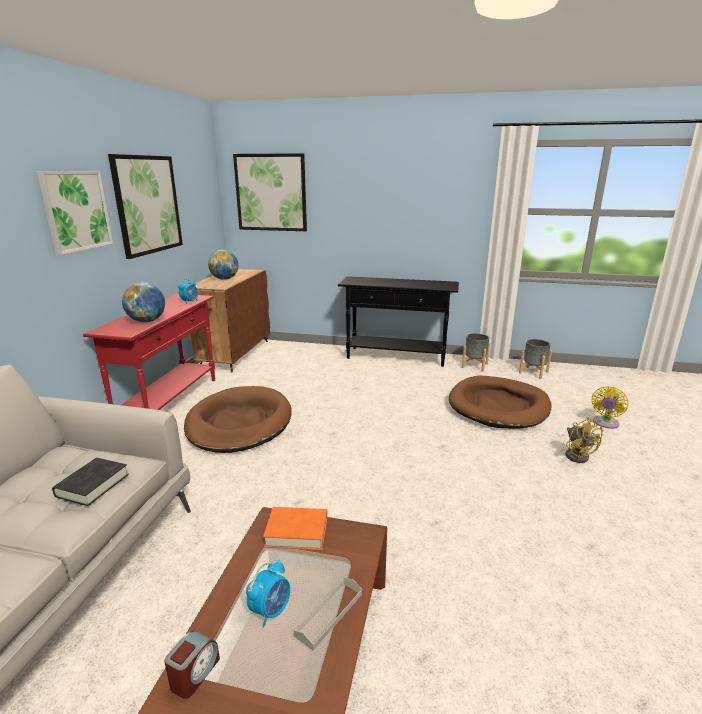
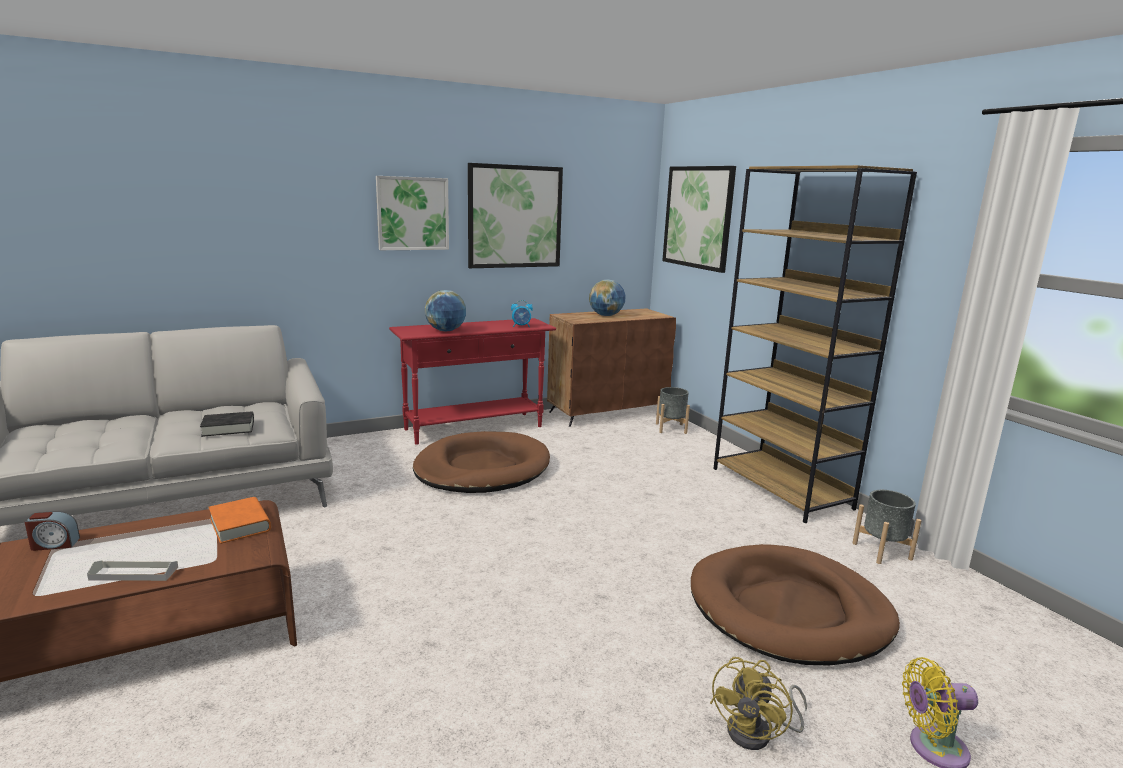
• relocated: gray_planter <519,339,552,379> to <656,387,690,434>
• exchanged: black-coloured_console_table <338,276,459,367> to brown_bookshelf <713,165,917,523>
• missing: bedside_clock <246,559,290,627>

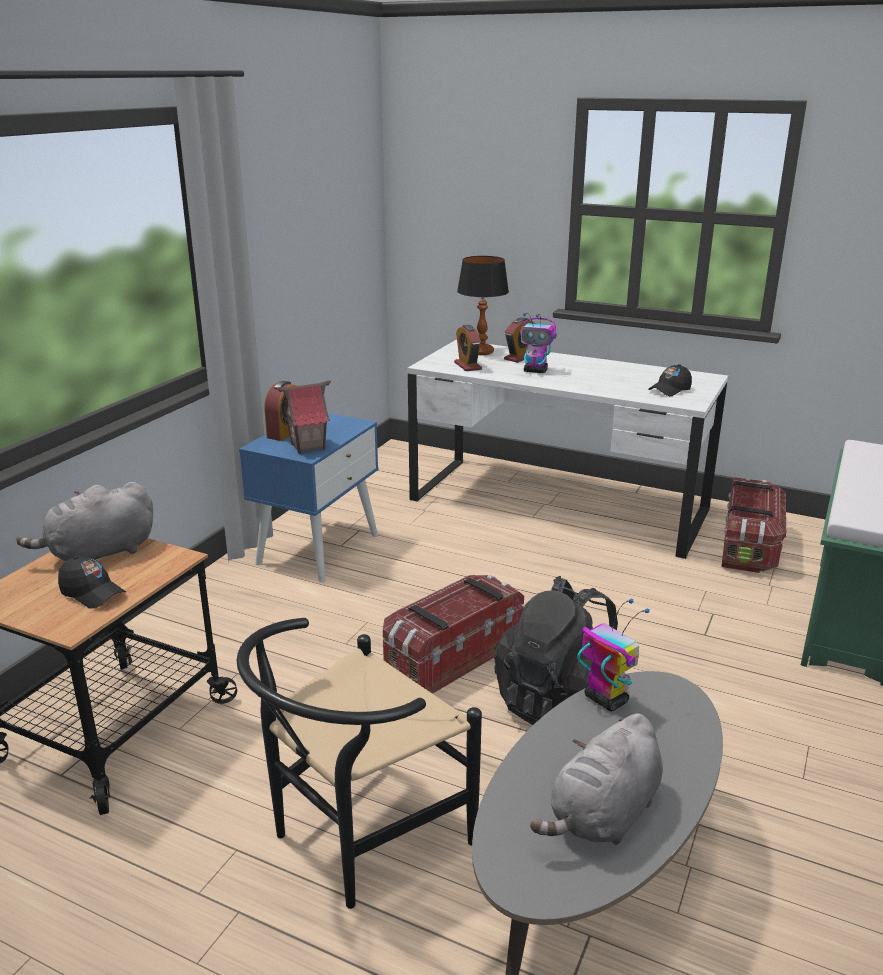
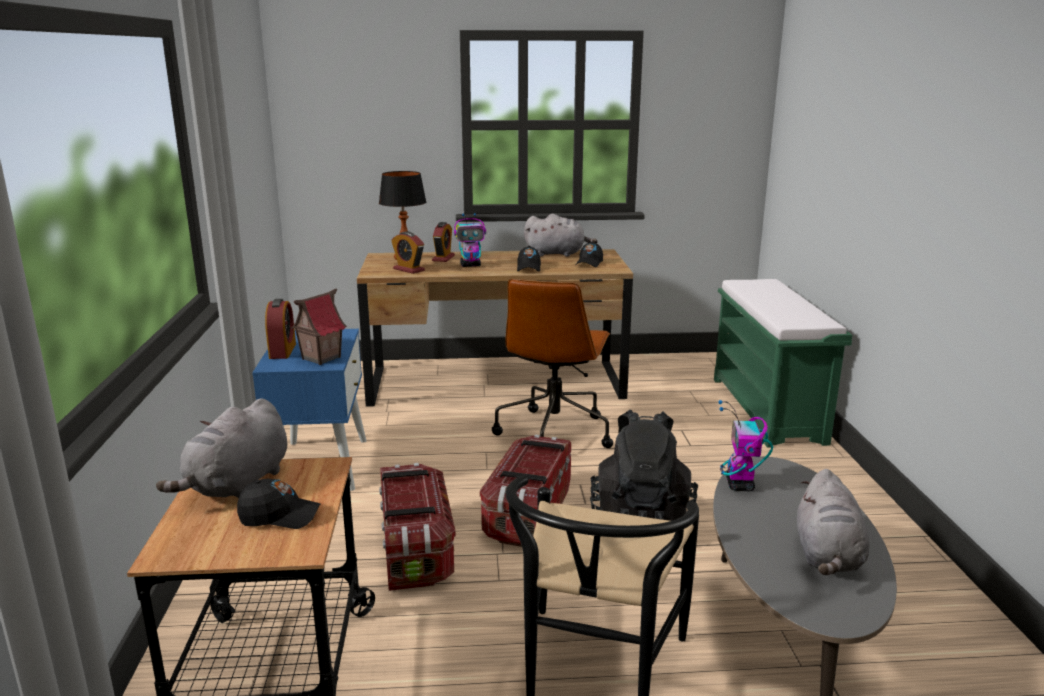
• colour: white-coloured_desk <407,340,728,559> to brown_desk <357,249,633,407>
• relocated: storage_container <721,477,786,573> to <379,463,455,591>
• appeared: brown_office_chair <492,279,613,448>
• appeared: black-coloured_baseball_cap <517,246,541,272>
• appeared: gray_soft_toy <524,214,598,257>
• spun: robot_figure <577,598,650,711> = <718,400,773,491> 105 degrees counterclockwise

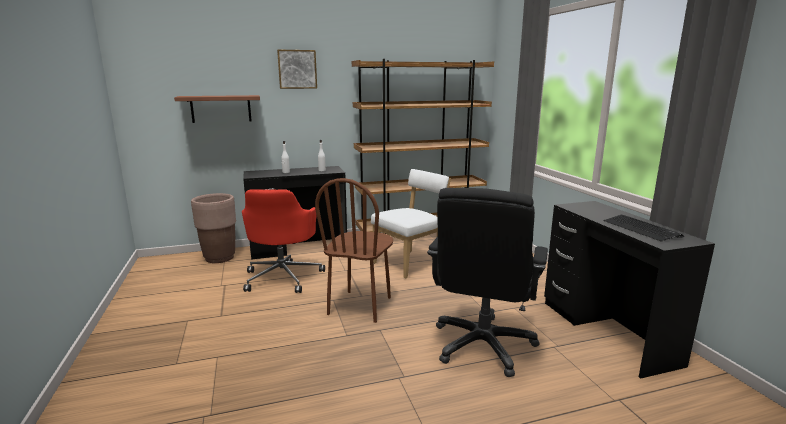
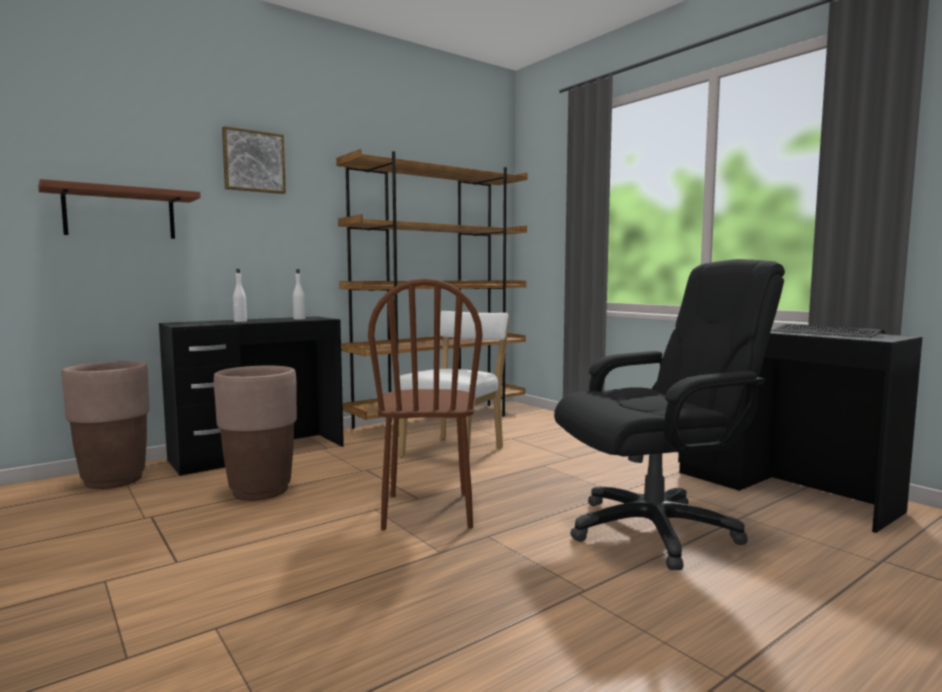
• exchanged: red-coloured_office_chair <242,189,325,293> to brown_planter <214,366,297,501>
• spun: black-coloured_office_chair <427,188,548,377> = <554,259,785,570> 105 degrees counterclockwise

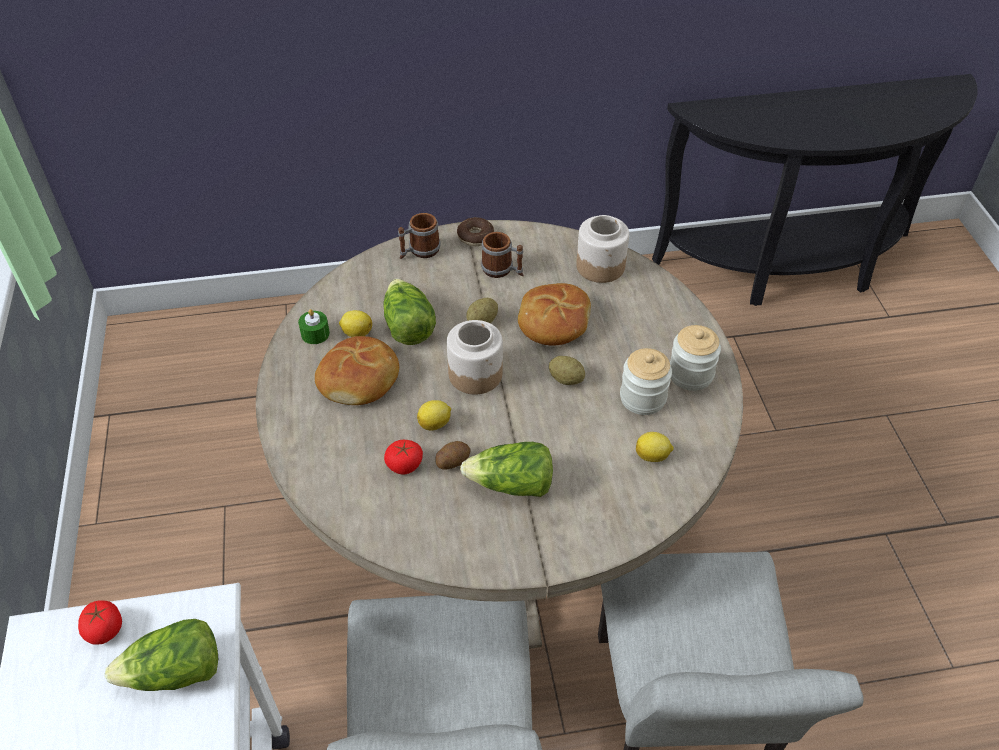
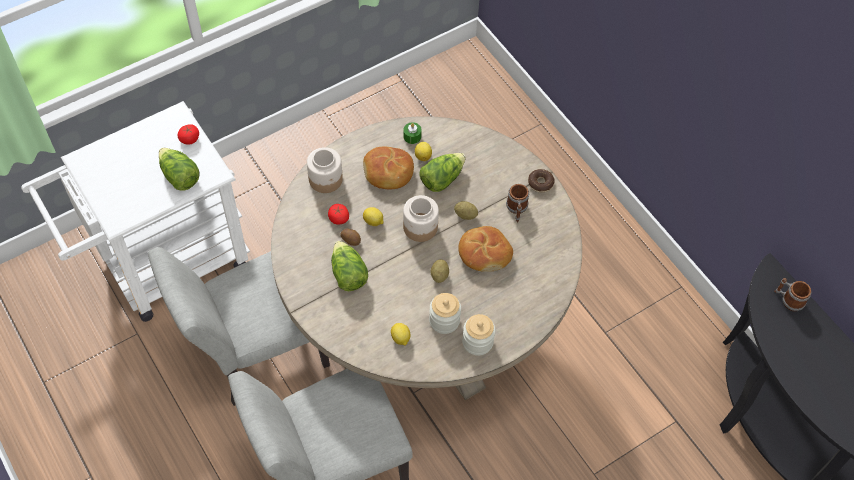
• relocated: storage_jar <576,215,629,283> to <307,147,343,193>
• relocated: tea_mug <398,213,441,259> to <774,278,811,311>

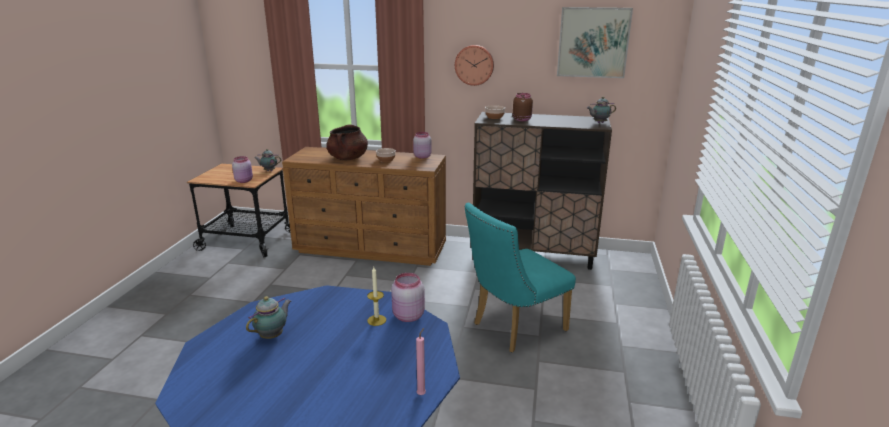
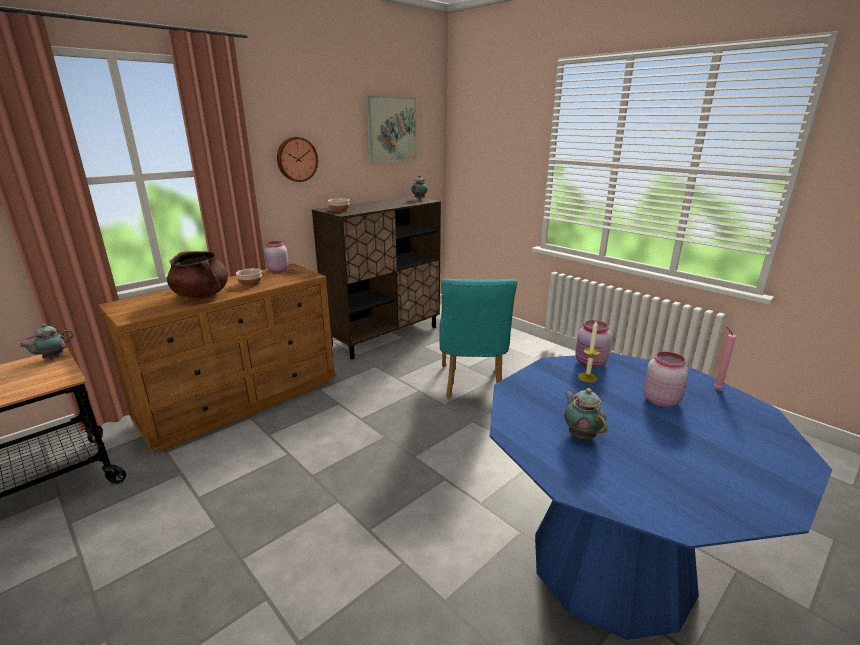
• relocated: pink-coloured_storage_jar <232,156,253,183> to <643,352,688,407>
• missing: brown_storage_jar <513,93,533,121>

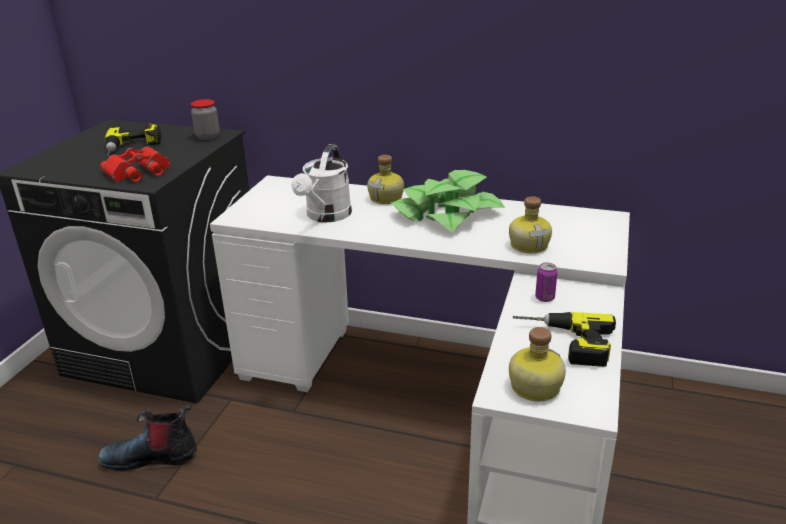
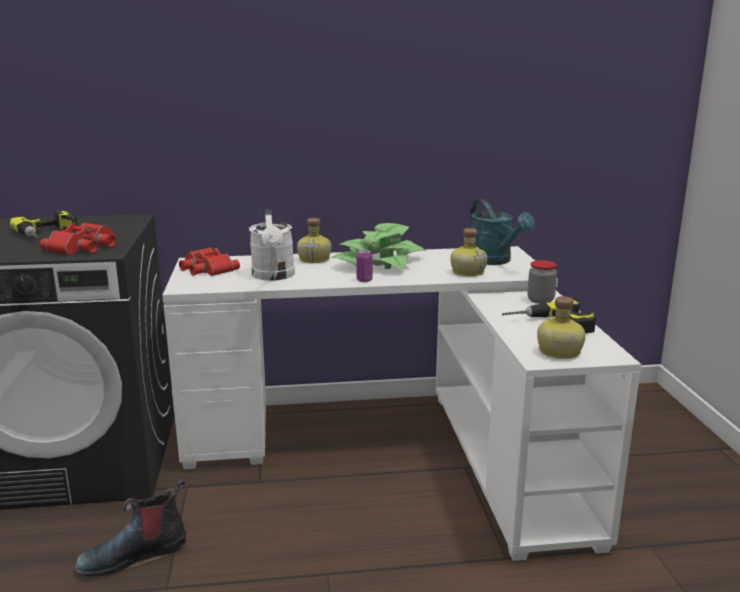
• appeared: red-coloured_pair_of_binoculars <179,248,240,276>
• relocated: can <535,262,558,302> to <356,250,373,282>
• appeared: turquoise-coloured_sprinkling_can <470,199,535,265>
• relocated: storage_jar <191,99,220,140> to <528,260,557,304>

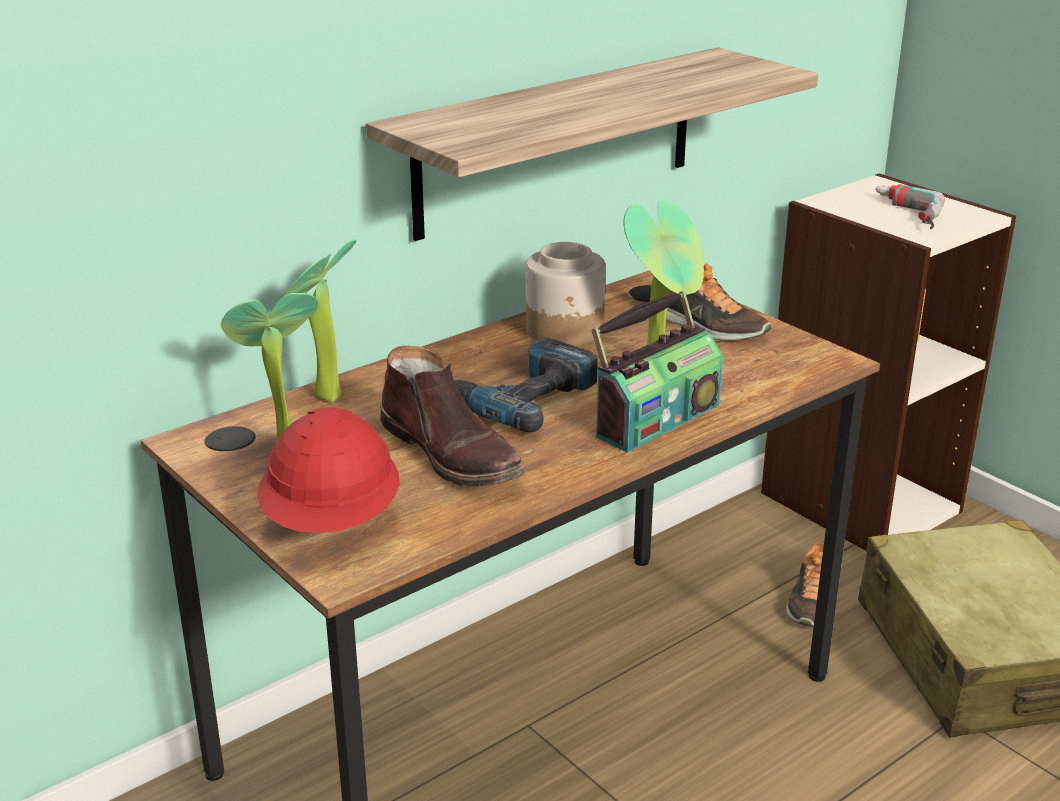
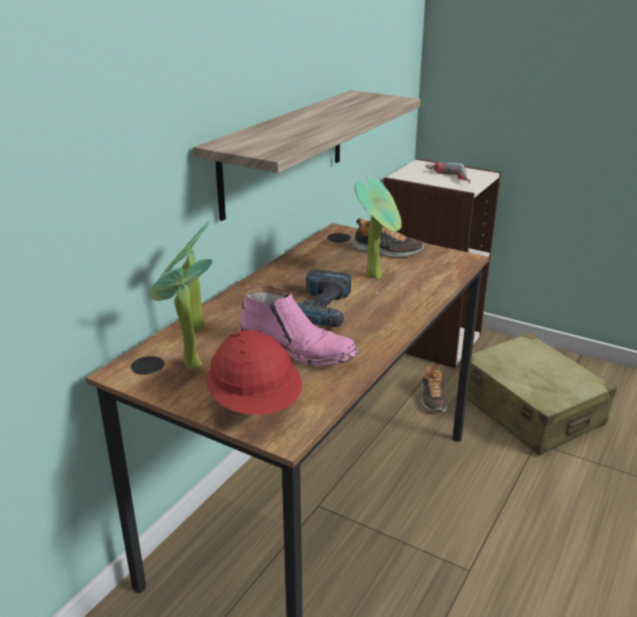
• colour: brown_high-top_boot <380,346,525,487> to pink-coloured_high-top_boot <239,285,359,366>
• missing: storage_jar <526,242,606,346>
• missing: radio_receiver <592,291,723,453>

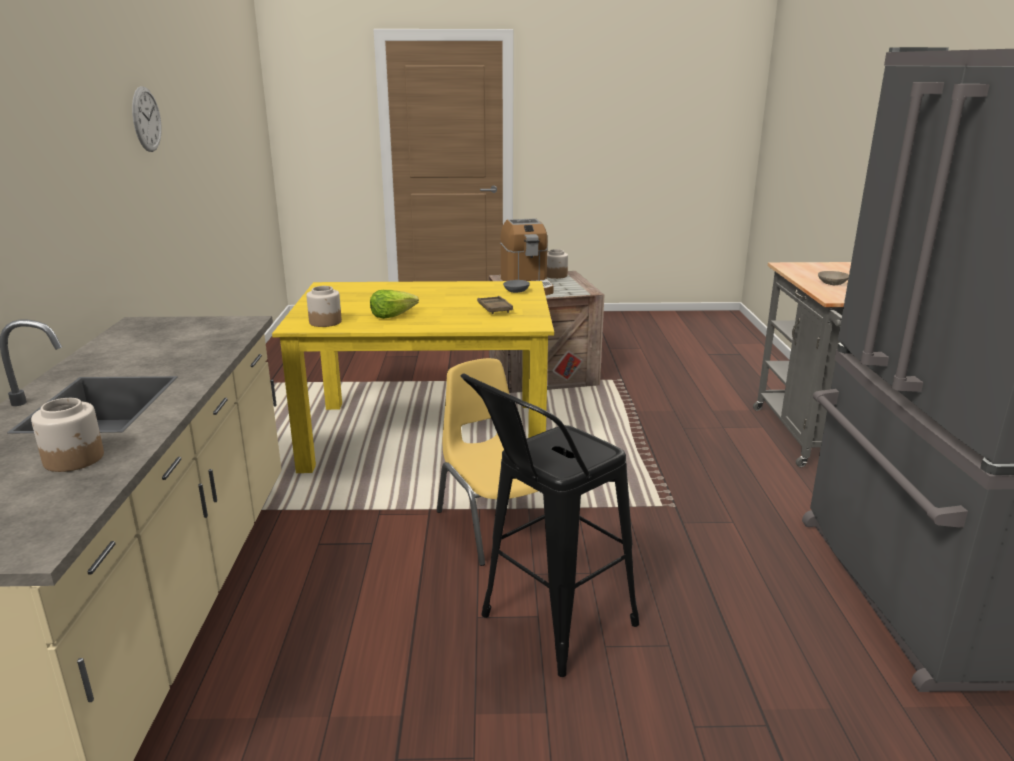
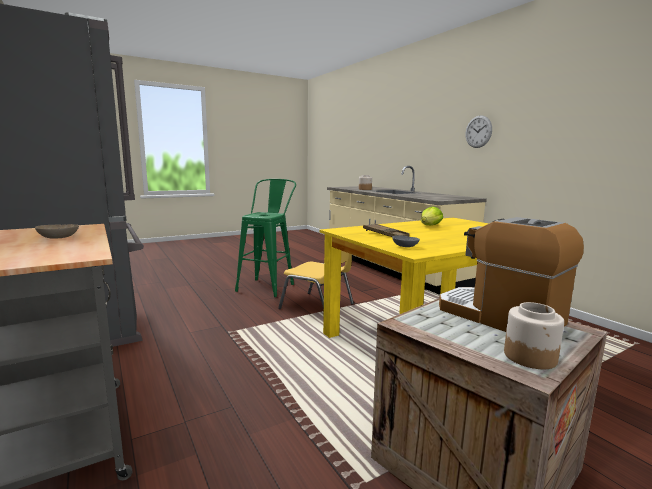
• colour: black-coloured_stool <461,373,639,677> to green_stool <235,179,296,297>
• relocated: hanging_clock <132,86,162,152> to <466,116,492,148>
• missing: storage_jar <306,286,342,327>

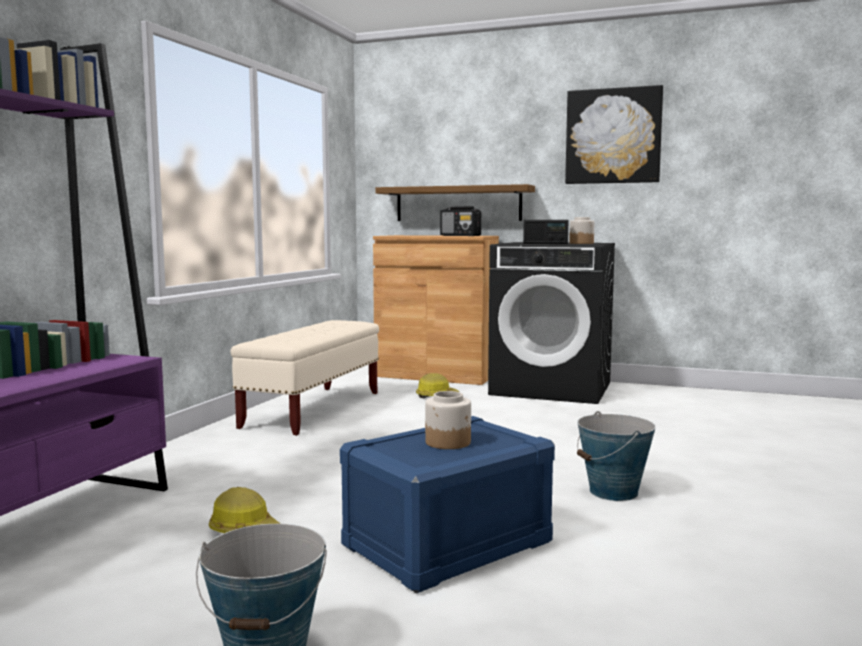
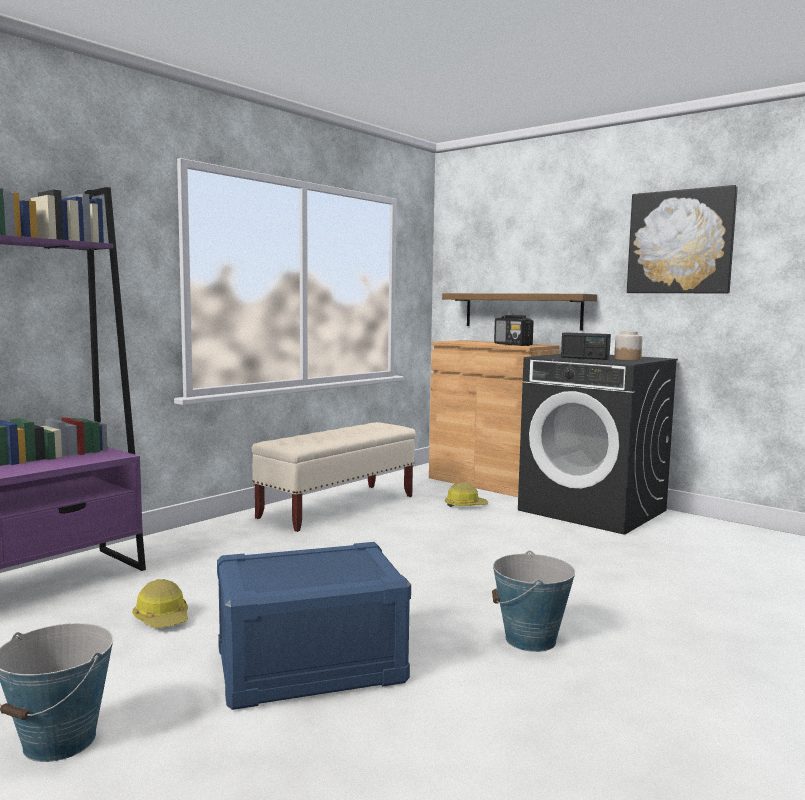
• missing: storage_jar <425,391,471,449>

